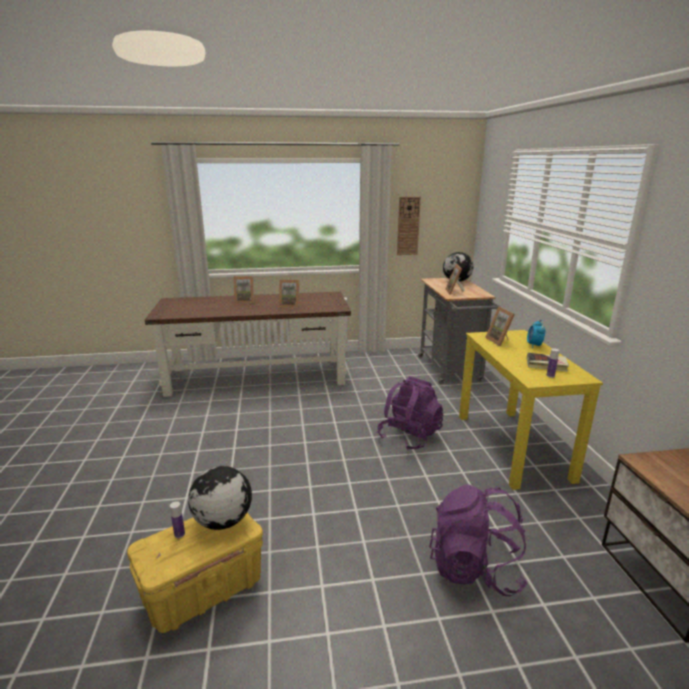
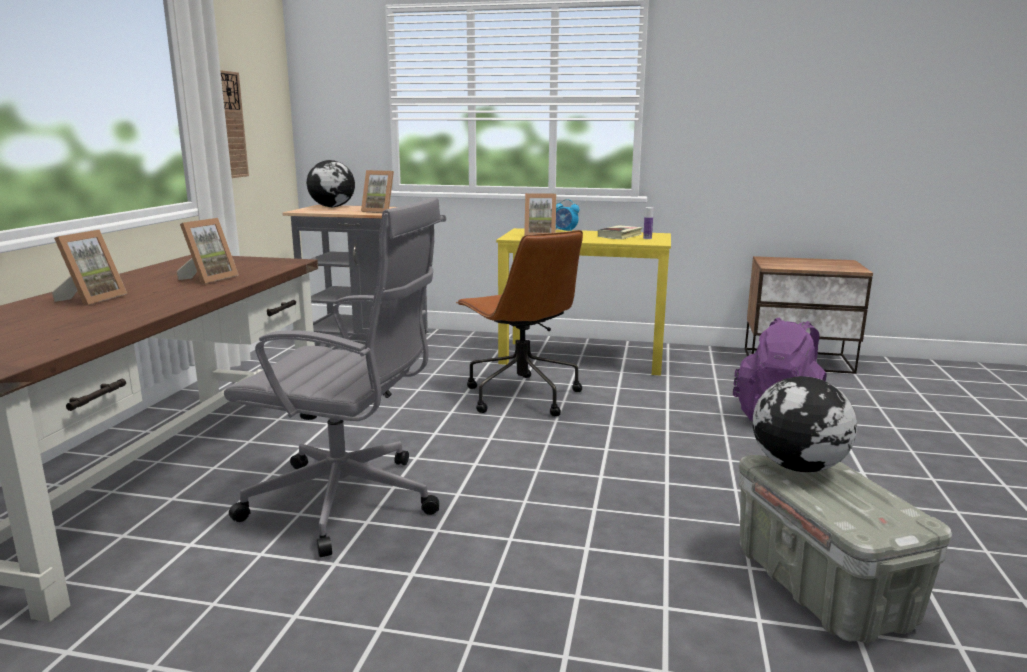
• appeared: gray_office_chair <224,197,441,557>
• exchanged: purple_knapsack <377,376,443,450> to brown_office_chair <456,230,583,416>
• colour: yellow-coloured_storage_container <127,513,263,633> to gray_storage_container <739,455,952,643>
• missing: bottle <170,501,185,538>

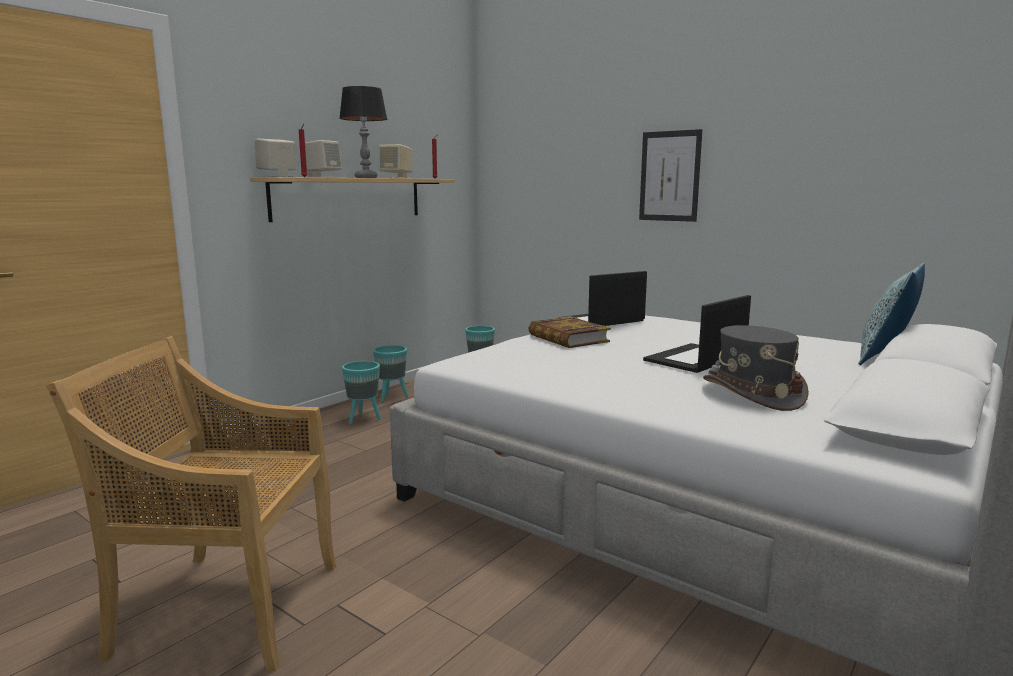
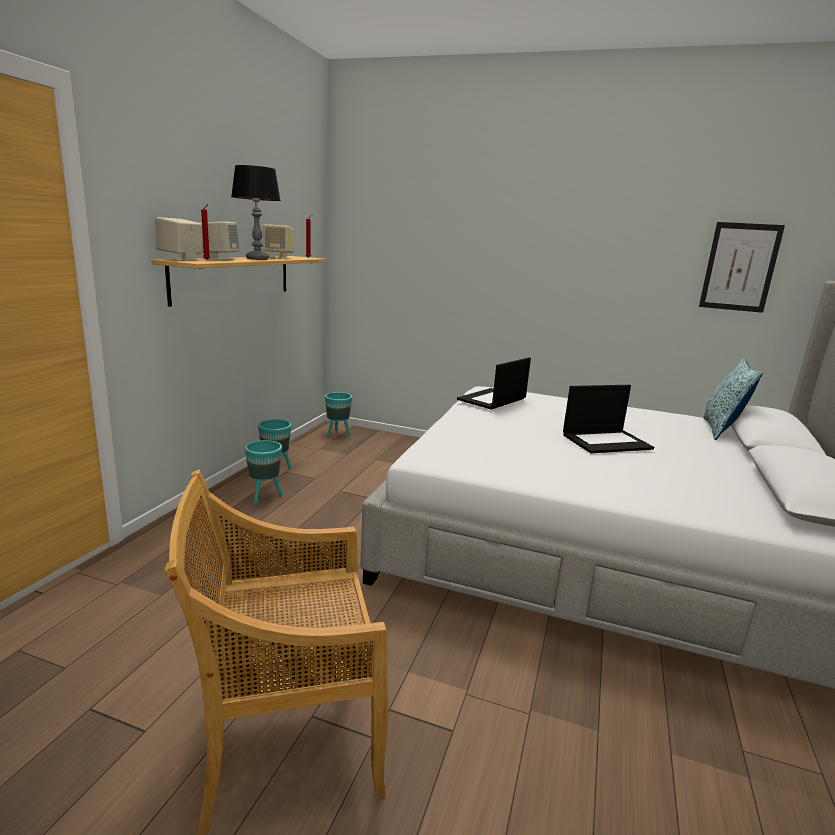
• spun: notebook_computer <643,295,751,373> = <563,385,654,453> 135 degrees counterclockwise
• relocated: wall_art <639,129,702,222> to <699,222,785,313>
• missing: volume <528,316,611,348>
• missing: gray_hat <703,325,809,411>

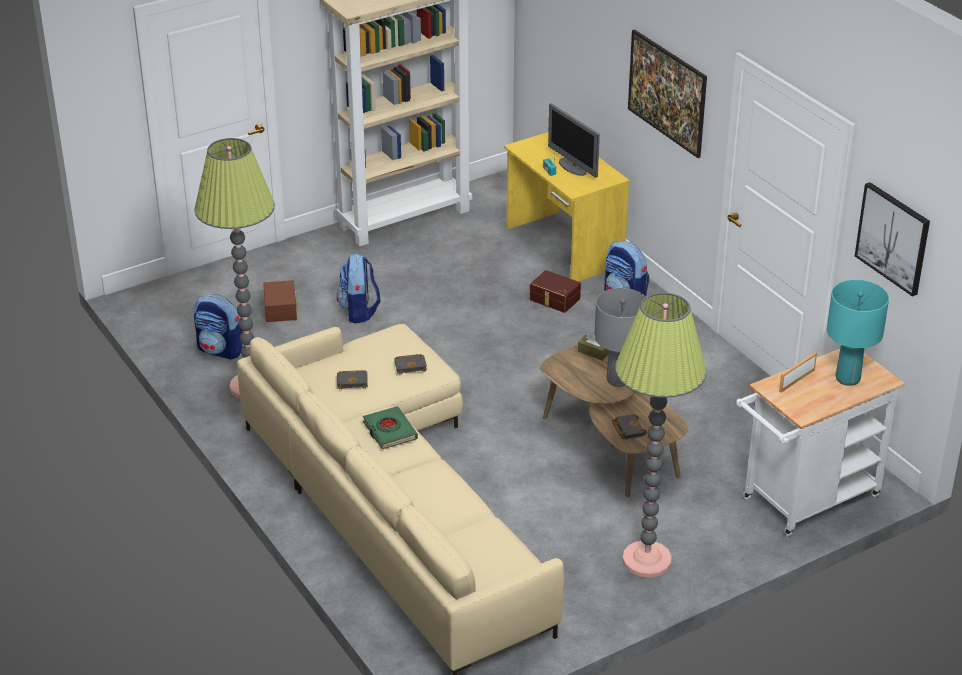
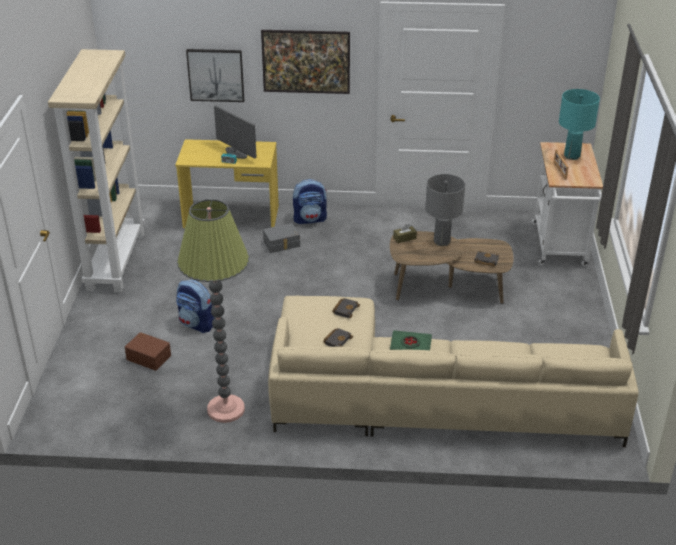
• relocated: wall_art <855,182,930,297> to <186,49,244,102>
• spun: computer_screen <548,103,600,178> = <214,106,257,159> 135 degrees counterclockwise
• colour: brown_storage_container <530,270,581,313> to gray_storage_container <263,223,300,253>
• missing: knapsack <194,294,243,360>
• missing: standing_lamp <615,293,707,577>

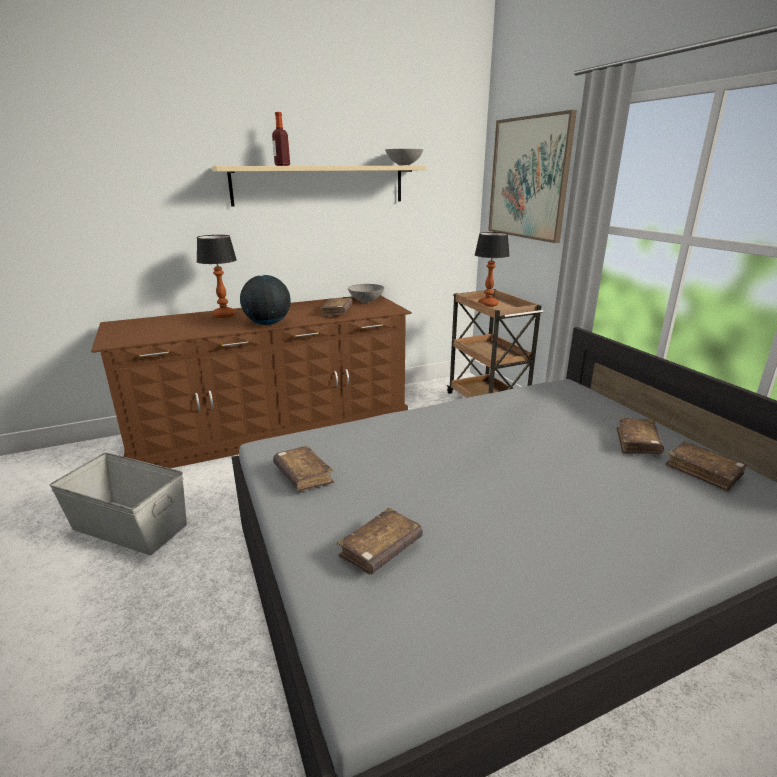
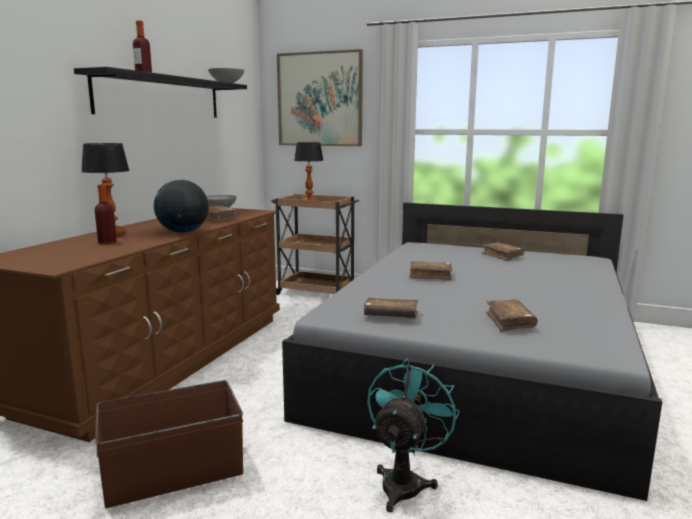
• colour: beige-coloured_bracket_shelf <212,166,427,207> to black-coloured_bracket_shelf <74,67,247,118>
• appeared: bottle <95,184,117,244>
• colour: gray_storage_container <49,453,187,555> to brown_storage_container <95,380,243,508>
• appeared: turquoise-coloured_fan <367,359,460,512>
• relocated: brown_volume <665,441,747,492> to <410,261,453,280>

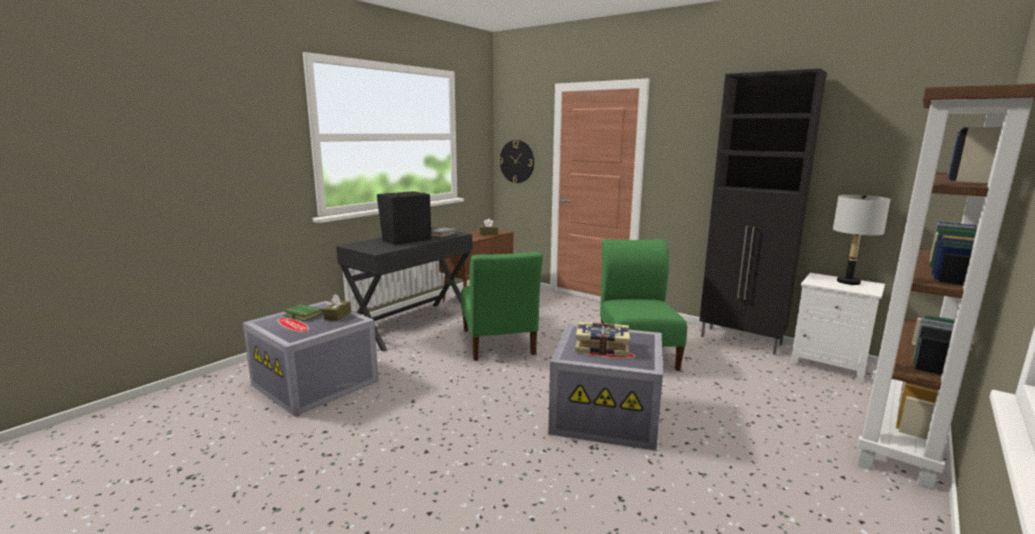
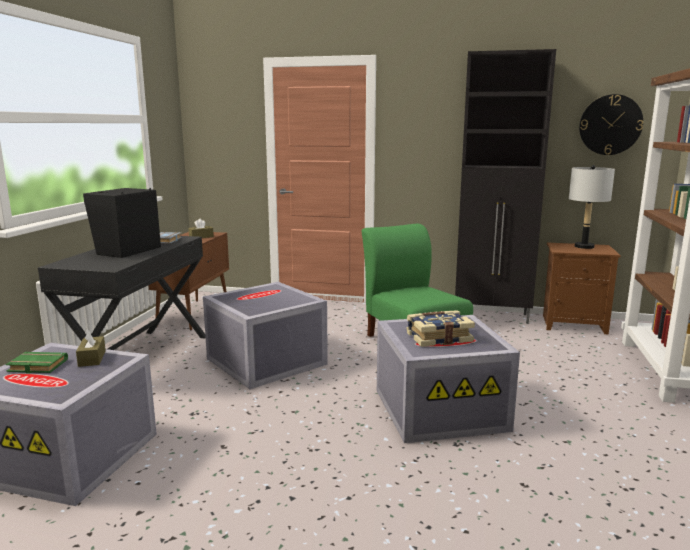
• exchanged: green_upright_chair <461,252,543,361> to gray_storage_container <203,282,328,389>
• colour: white-coloured_bedside_table <790,273,885,382> to brown_bedside_table <543,243,621,335>
• relocated: hanging_clock <499,140,534,183> to <579,94,643,155>

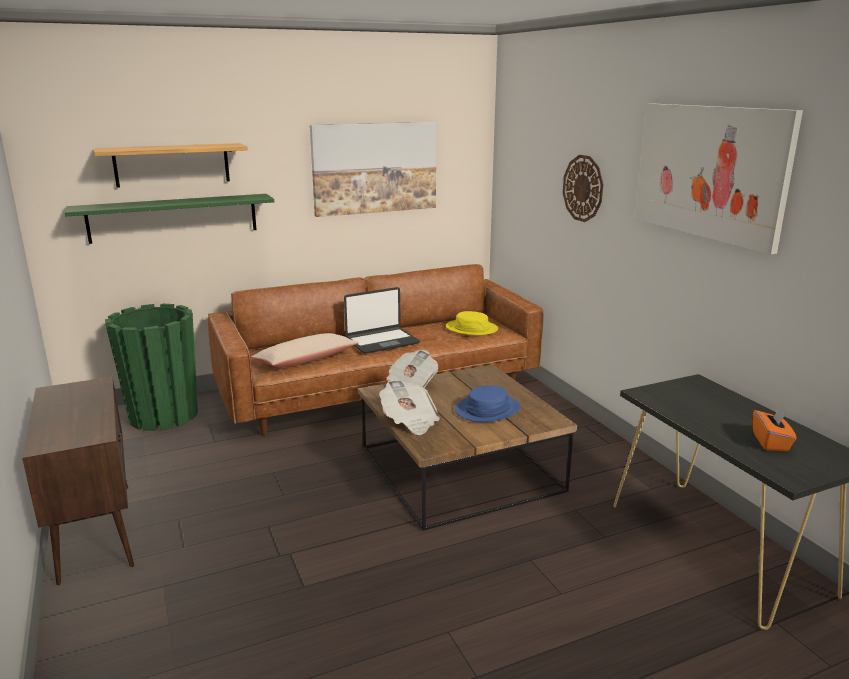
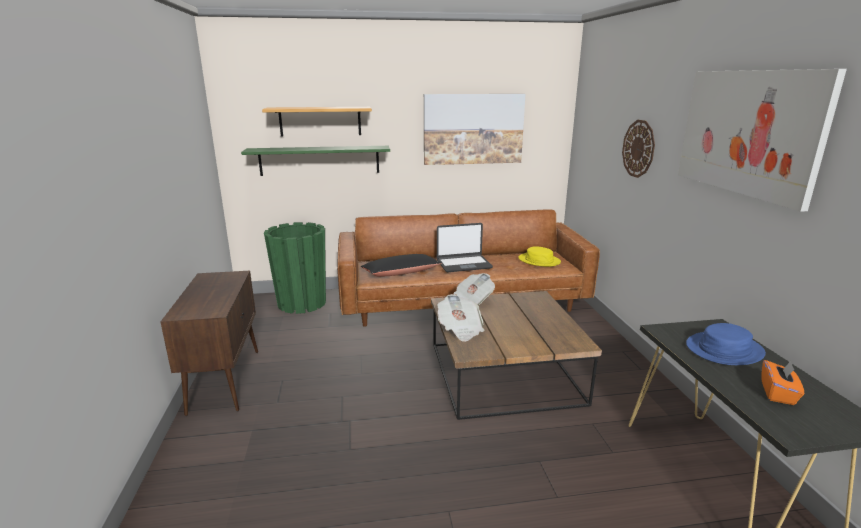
• colour: beige-coloured_cushion <251,333,359,368> to black-coloured_cushion <361,254,442,276>
• relocated: blue_hat <455,385,520,422> to <686,323,766,365>

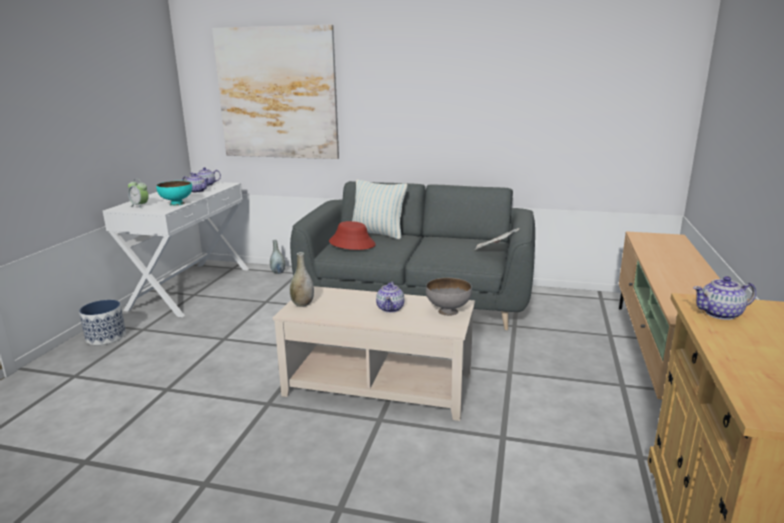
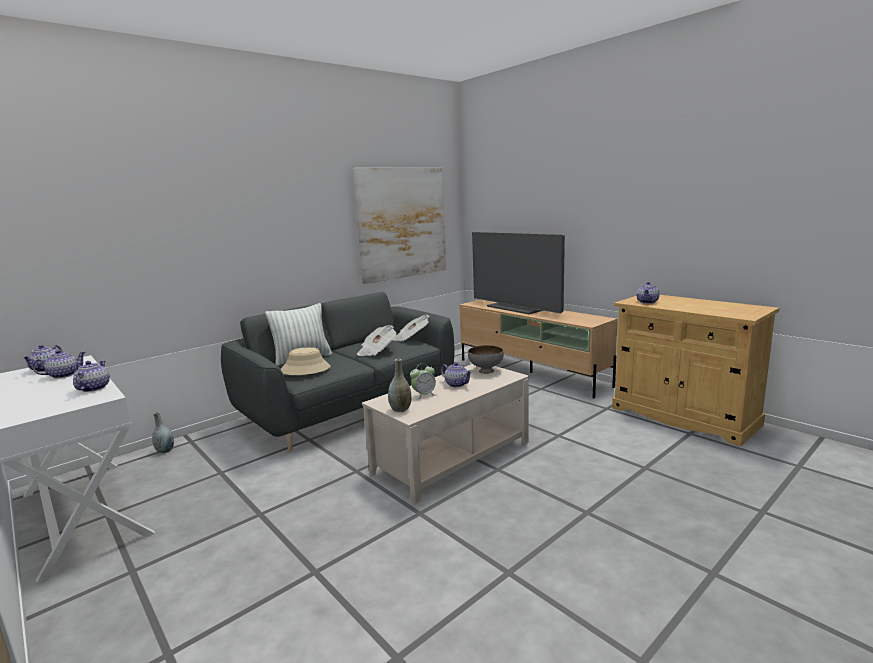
• exchanged: turquoise-coloured_deep_dish <156,181,192,206> to pot_for_tea <73,360,110,392>
• colour: red-coloured_hat <329,221,376,250> to beige-coloured_hat <281,347,331,375>
• relocated: wall_art <212,25,339,159> to <353,168,446,284>
• appeared: newspaper <357,325,397,356>
• relocated: bedside_clock <128,179,149,209> to <410,363,437,400>
• appeared: television <472,232,565,314>
• missing: planter <79,300,126,345>

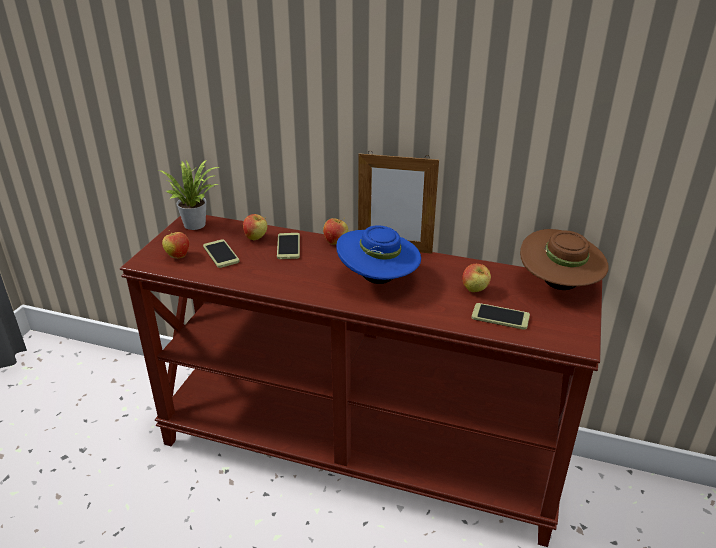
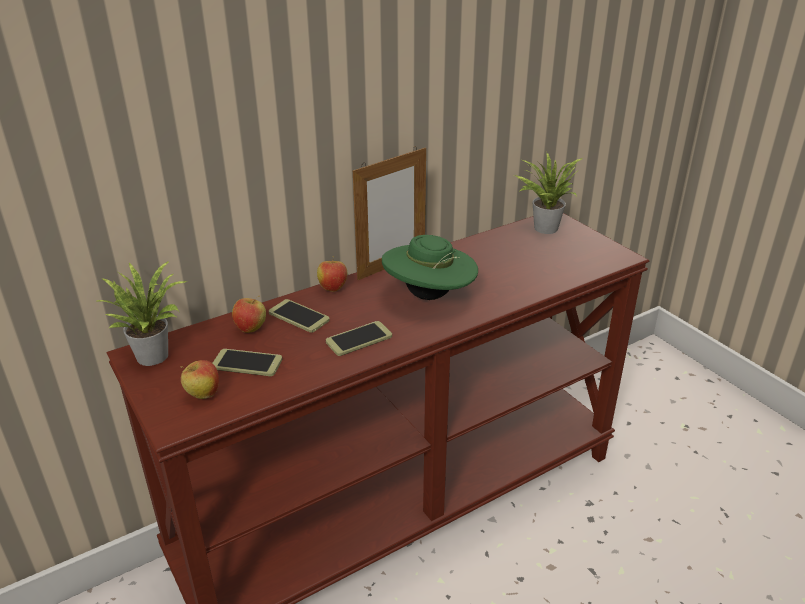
• relocated: handset <472,303,530,330> to <326,321,392,356>
• colour: blue_hat <336,225,421,284> to green_hat <382,235,478,300>
• exchanged: brown_hat <520,229,609,290> to potted_plant <514,152,583,234>
• missing: apple <462,264,491,292>

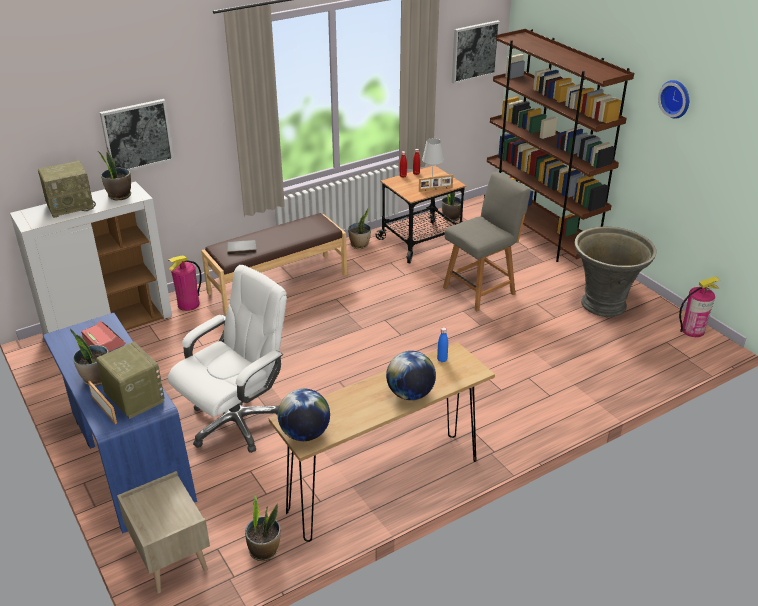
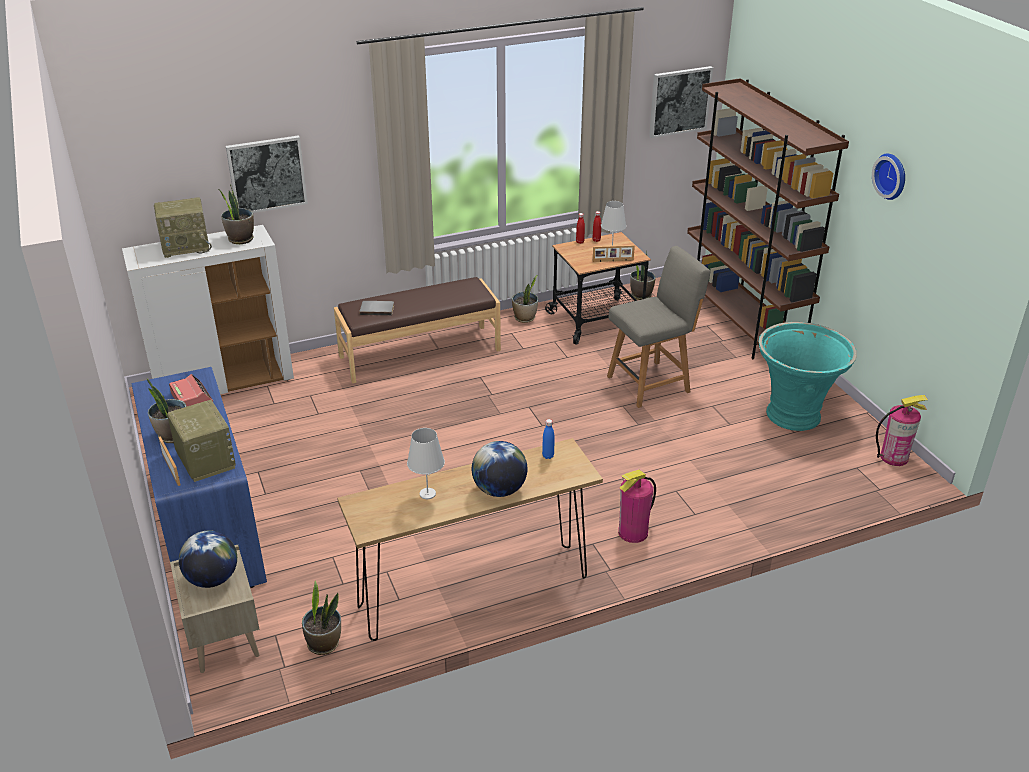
• relocated: globe <278,389,330,441> to <179,530,237,588>
• appeared: white-coloured_lamp_for_a_table <407,428,445,499>
• relocated: fire-fighting_cylinder <168,255,202,311> to <618,470,656,543>
• colour: gray_planter <575,226,657,317> to turquoise-coloured_planter <759,322,857,431>
• missing: white-coloured_office_chair <168,265,287,453>

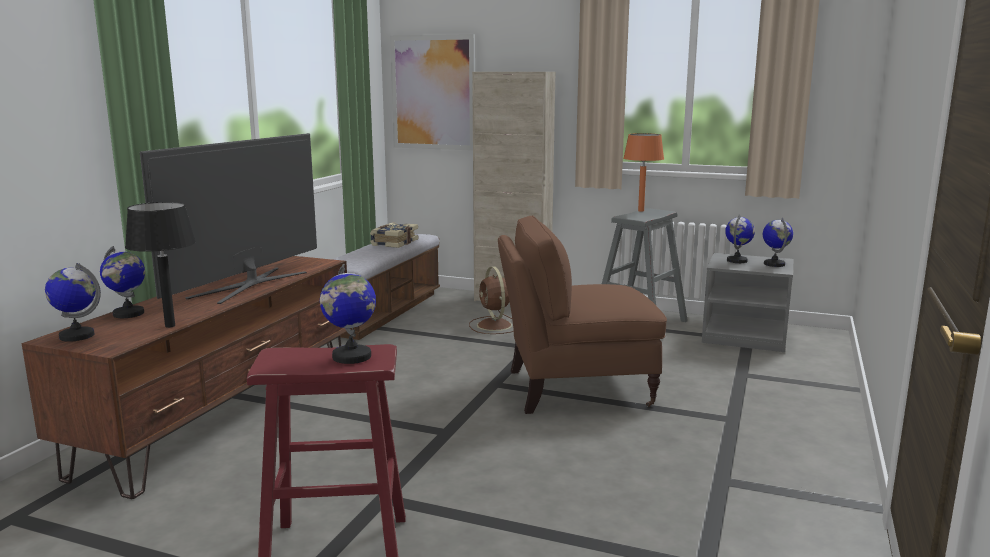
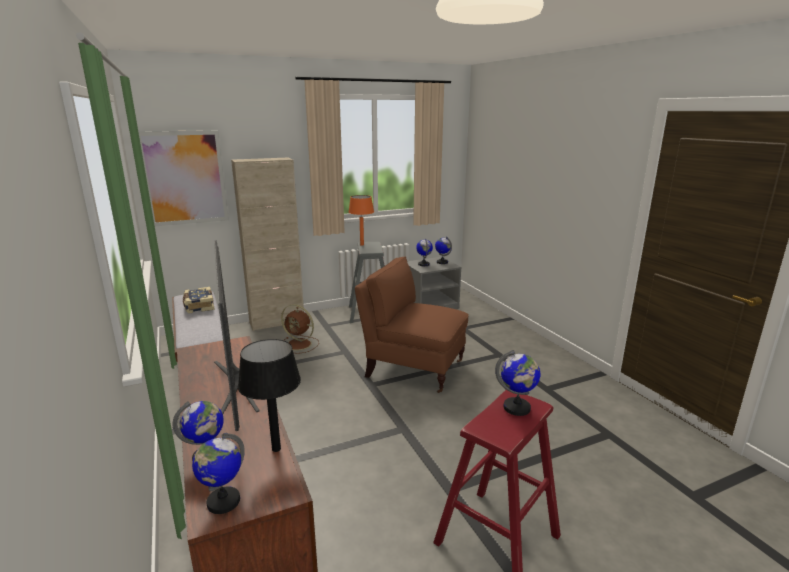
• spun: brown_armchair <498,215,667,414> = <355,257,469,393> 75 degrees clockwise

